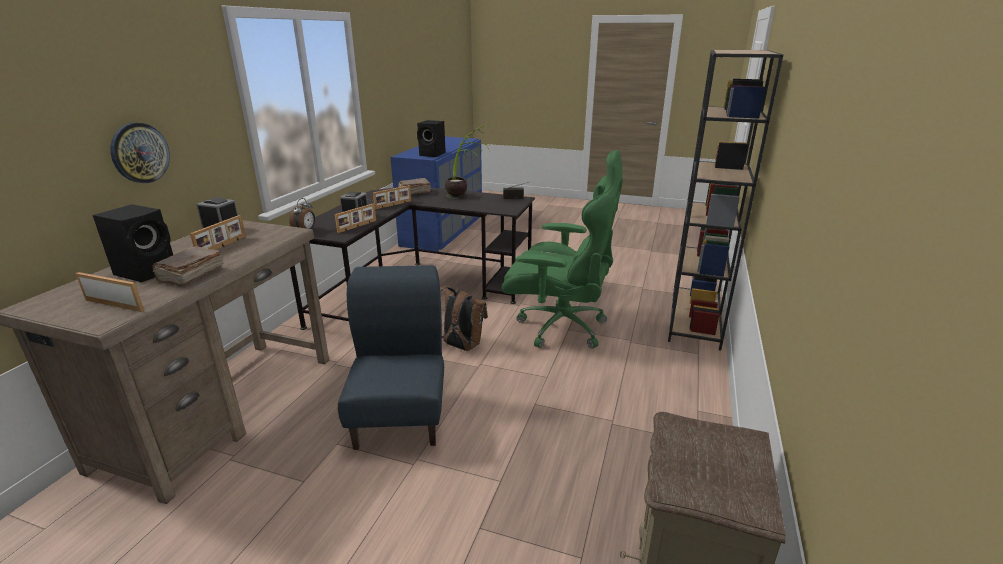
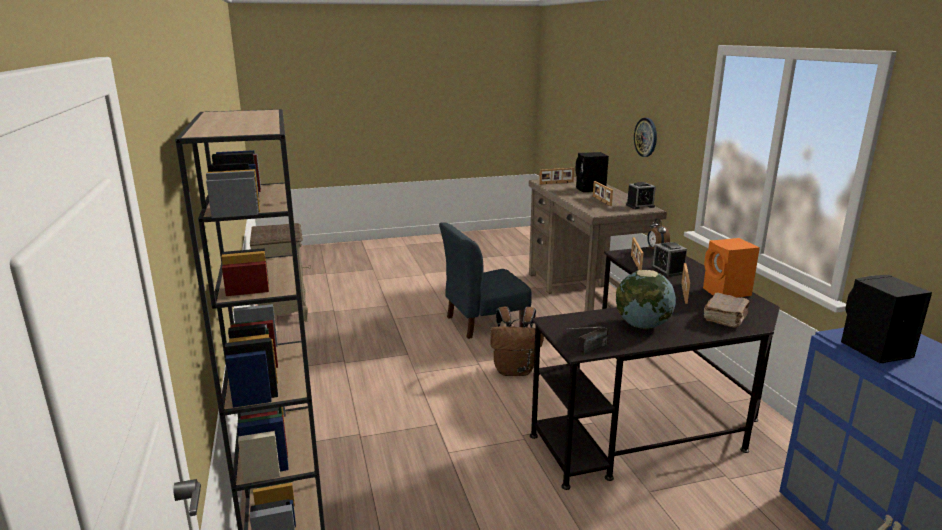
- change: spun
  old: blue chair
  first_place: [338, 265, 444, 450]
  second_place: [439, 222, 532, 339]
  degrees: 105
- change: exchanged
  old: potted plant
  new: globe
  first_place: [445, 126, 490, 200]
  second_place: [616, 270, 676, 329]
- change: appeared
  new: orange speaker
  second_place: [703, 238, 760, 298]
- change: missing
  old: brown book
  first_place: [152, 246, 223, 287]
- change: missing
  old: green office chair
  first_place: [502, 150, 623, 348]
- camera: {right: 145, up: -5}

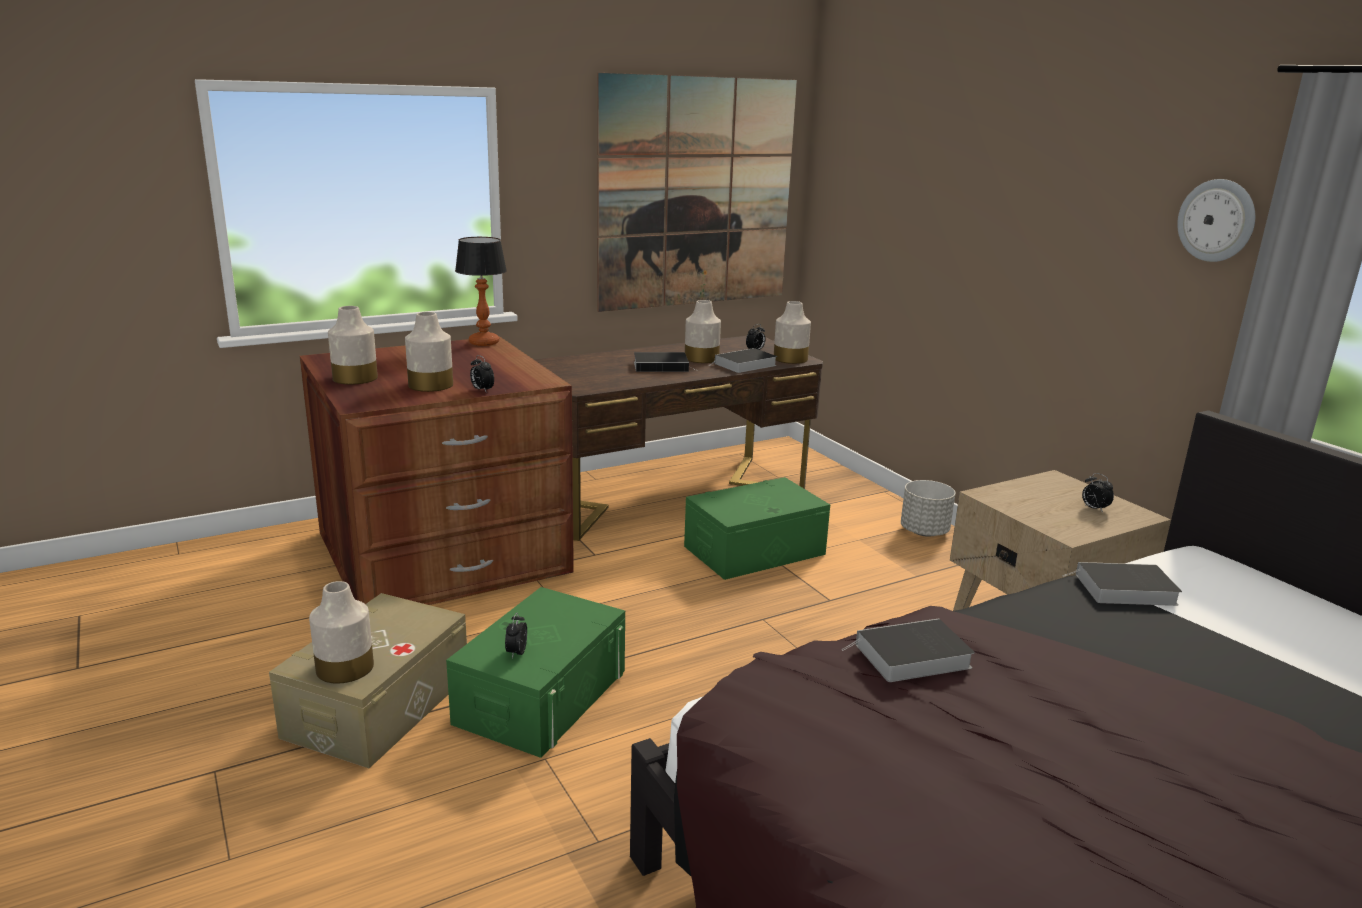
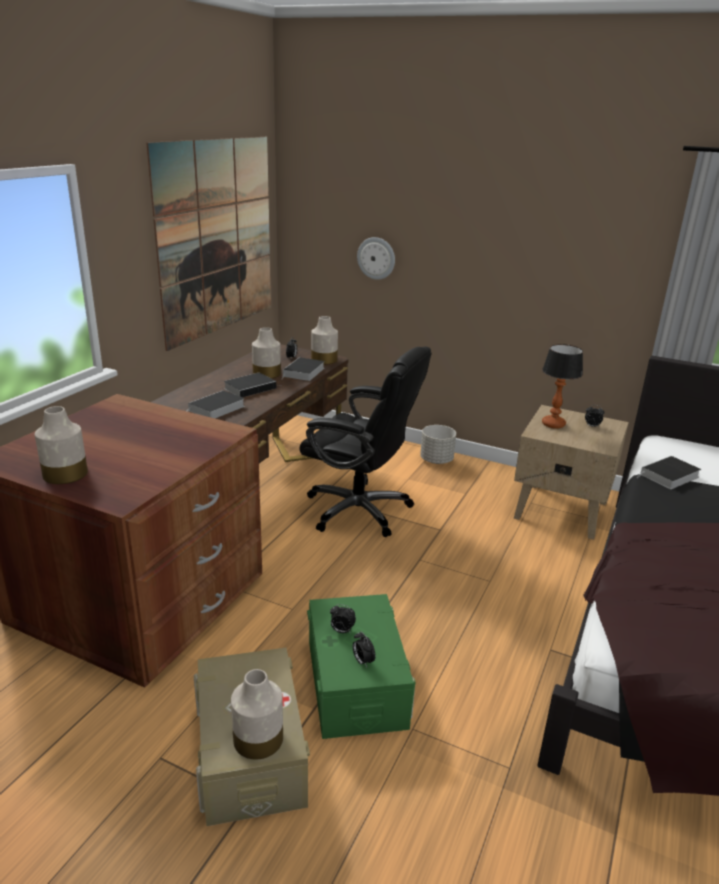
- change: relocated
  old: book
  first_place: [841, 618, 975, 682]
  second_place: [188, 390, 245, 418]
- change: exchanged
  old: green storage box
  new: black office chair
  first_place: [684, 477, 830, 580]
  second_place: [300, 346, 432, 537]
- change: relocated
  old: alarm clock
  first_place: [470, 355, 494, 392]
  second_place: [330, 604, 356, 633]
- change: relocated
  old: wall clock
  first_place: [1177, 179, 1255, 262]
  second_place: [357, 237, 395, 280]
- change: relocated
  old: table lamp
  first_place: [455, 237, 507, 346]
  second_place: [542, 344, 583, 429]
- change: missing
  old: beige vase
  first_place: [405, 312, 453, 392]
- camera: {right: -35, up: 5}

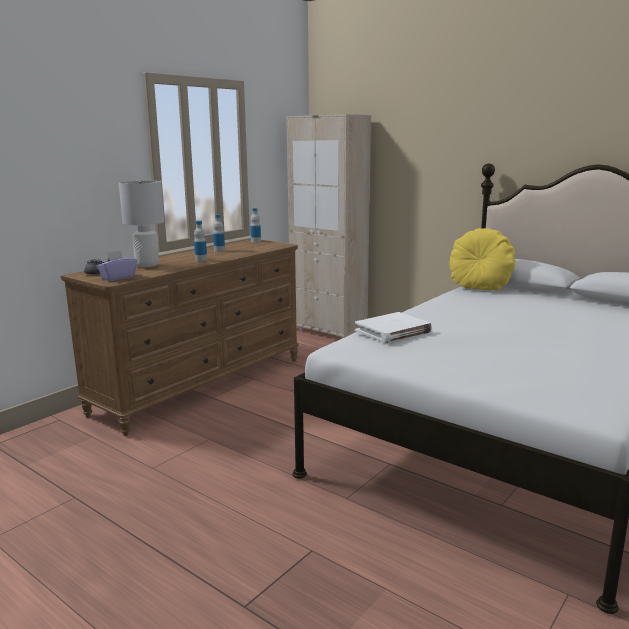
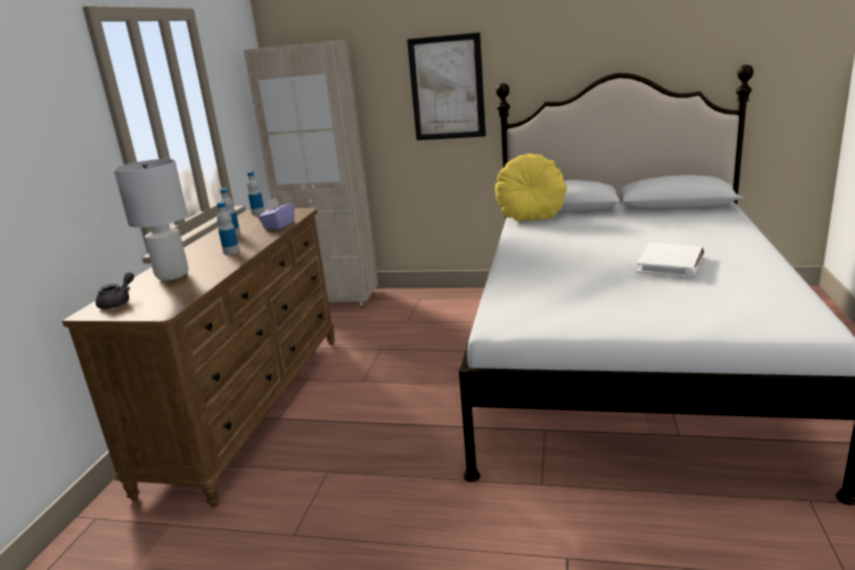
- change: relocated
  old: purple tissue box
  first_place: [97, 250, 137, 281]
  second_place: [258, 197, 295, 230]
- change: appeared
  new: picture
  second_place: [407, 32, 486, 140]
- change: relocated
  old: white book
  first_place: [355, 312, 432, 343]
  second_place: [637, 243, 704, 278]
- camera: {right: -25, up: 5}

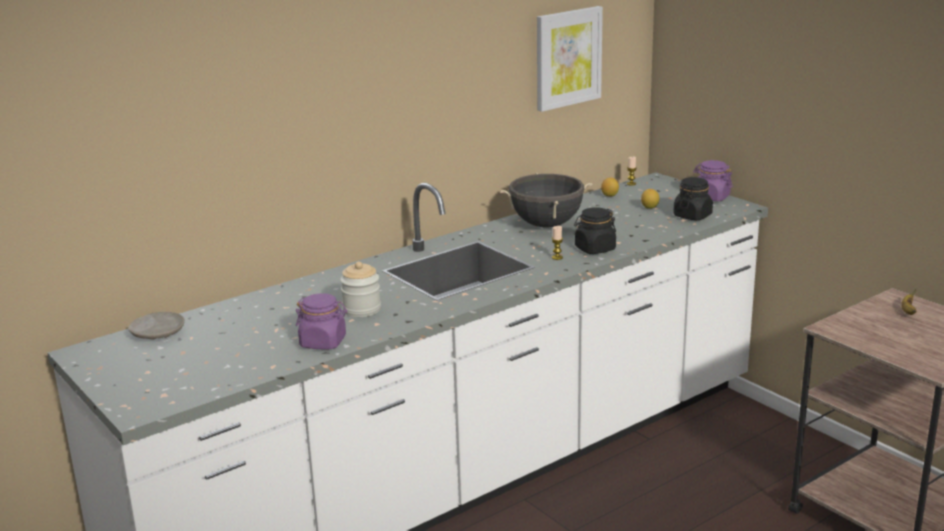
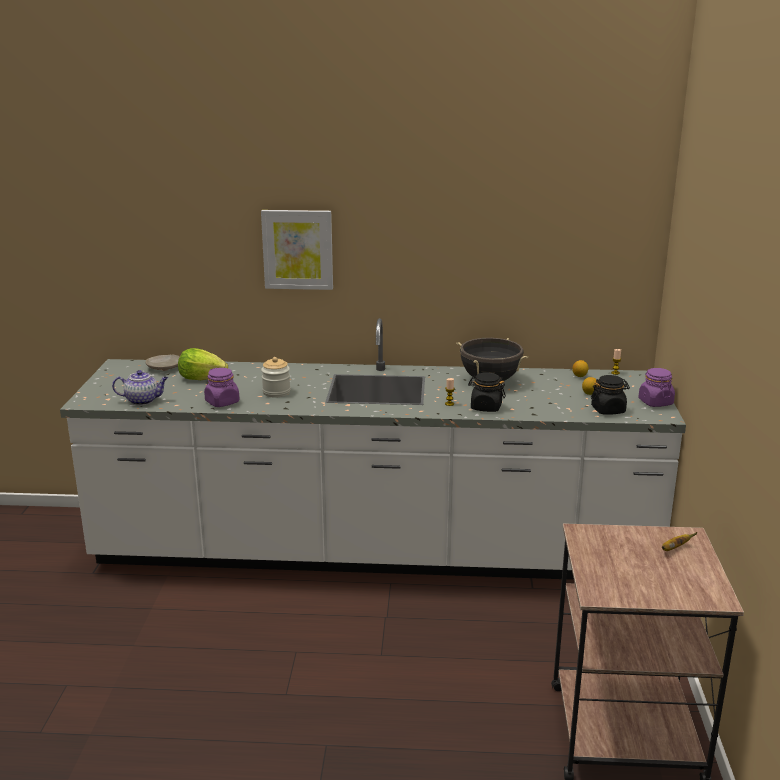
- change: appeared
  new: teapot
  second_place: [112, 370, 168, 405]
- change: appeared
  new: lettuce
  second_place: [178, 348, 228, 380]
- change: relocated
  old: picture
  first_place: [537, 6, 603, 112]
  second_place: [261, 210, 333, 290]
- camera: {right: 40, up: 0}

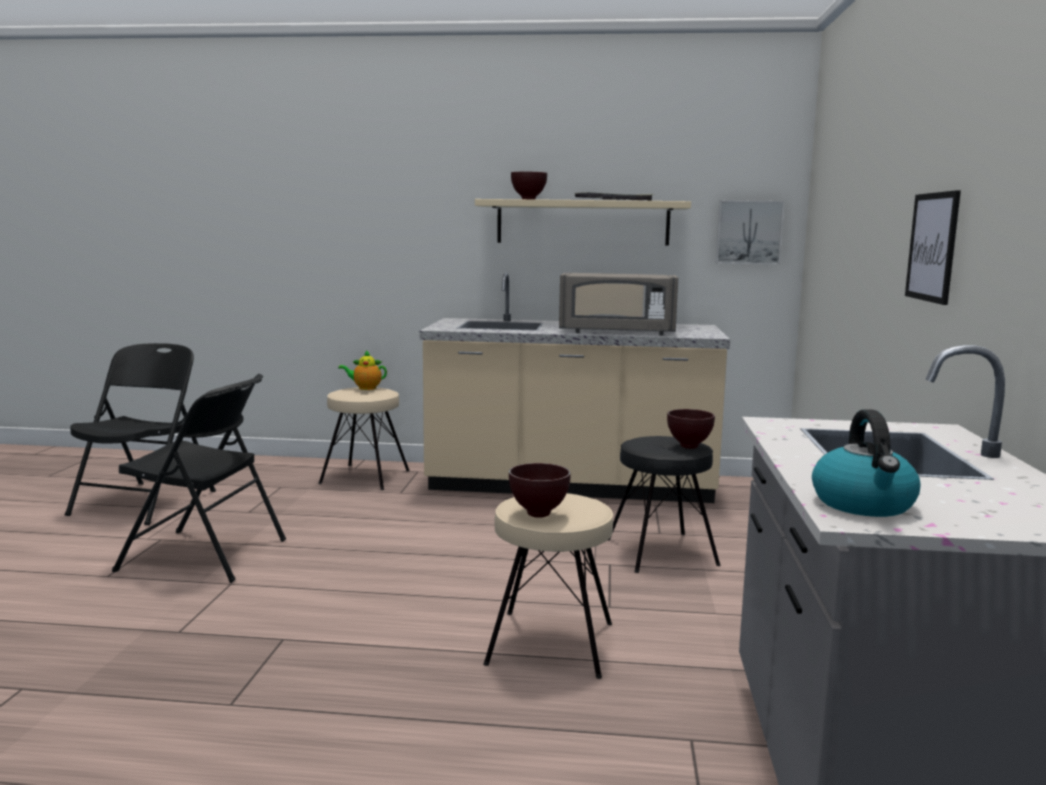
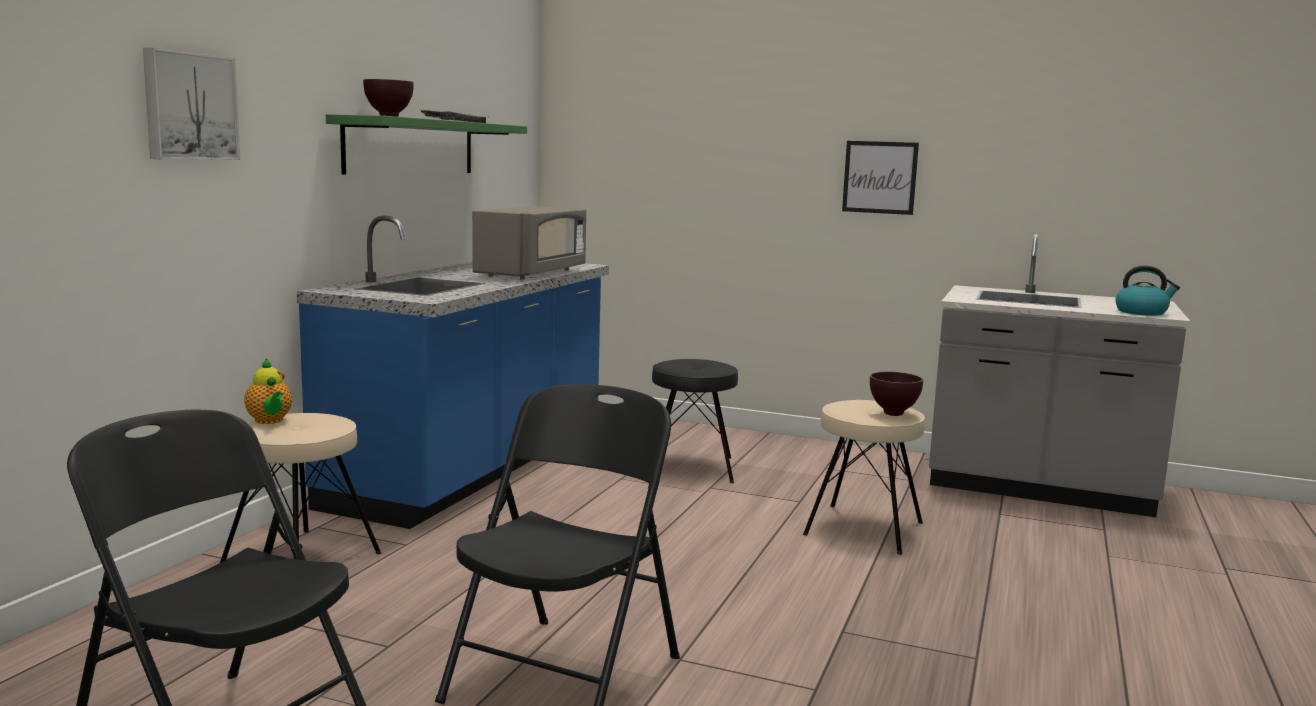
- change: relocated
  old: picture
  first_place: [716, 200, 784, 265]
  second_place: [143, 48, 240, 160]
- change: spun
  old: teapot
  first_place: [338, 350, 387, 390]
  second_place: [244, 358, 292, 424]
  degrees: -45
- change: colour
  old: beige counter
  new: blue counter
  first_place: [420, 272, 730, 503]
  second_place: [297, 215, 609, 529]
- change: colour
  old: beige shelf
  new: green shelf
  first_place: [475, 199, 691, 245]
  second_place: [326, 114, 527, 175]
- change: missing
  old: brown bowl
  first_place: [667, 409, 715, 449]
- camera: {right: -75, up: 0}

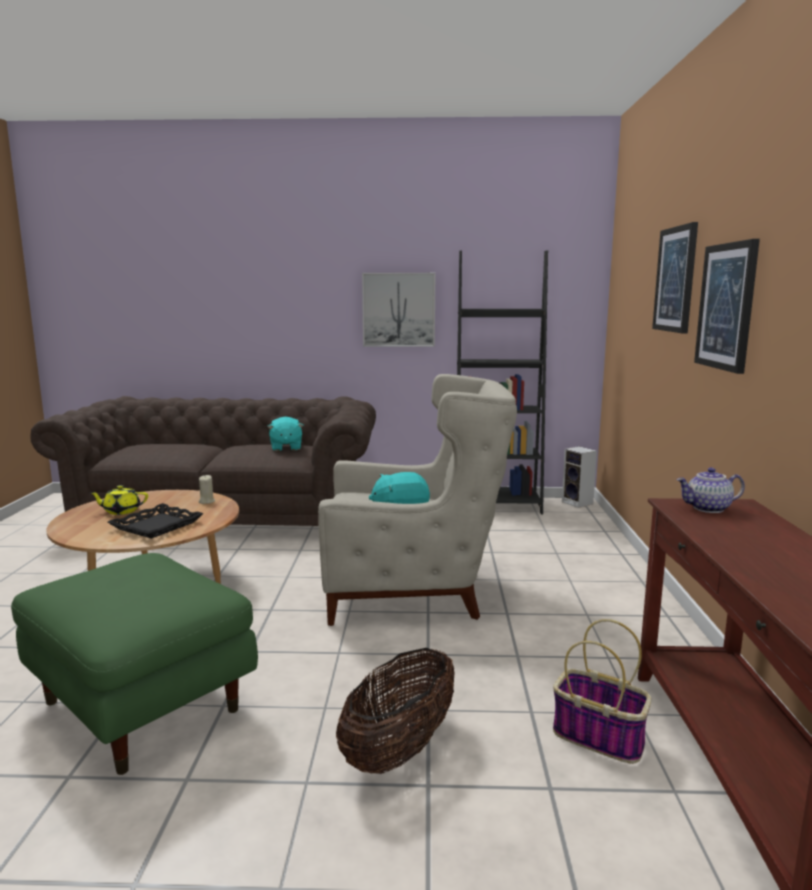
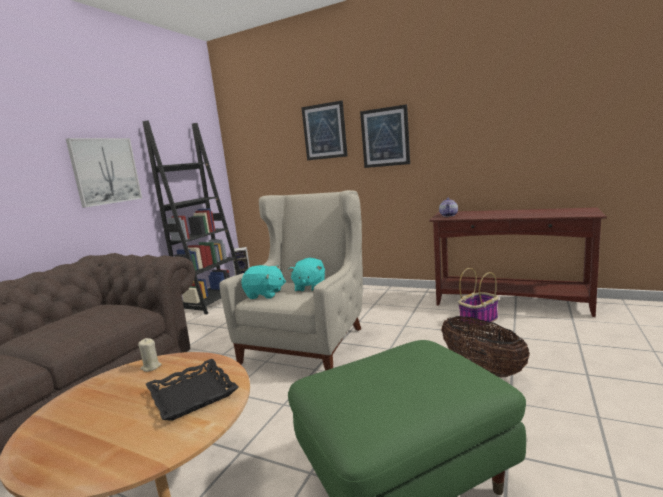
- change: relocated
  old: turquoise plush toy
  first_place: [267, 417, 304, 451]
  second_place: [241, 265, 286, 299]
- change: missing
  old: yellow teapot
  first_place: [90, 485, 148, 515]
- camera: {right: -65, up: 0}

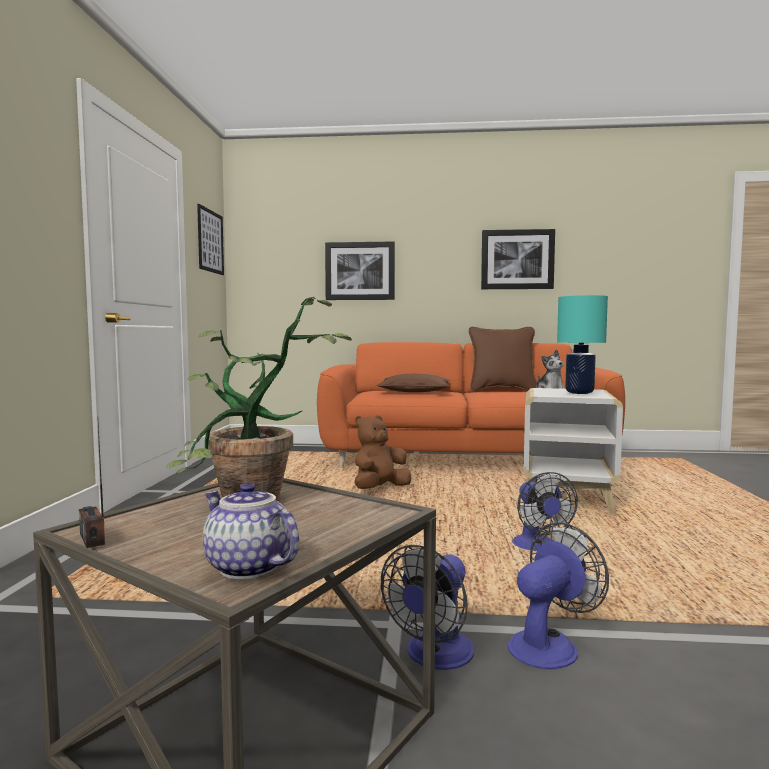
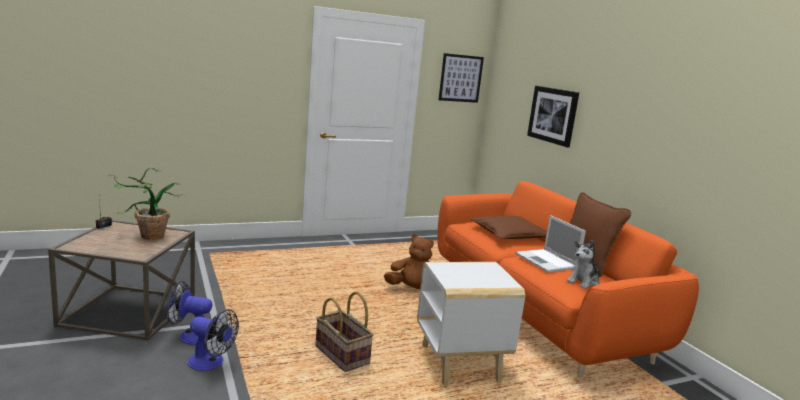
- change: exchanged
  old: fan
  new: basket
  first_place: [512, 472, 578, 551]
  second_place: [315, 292, 374, 372]
- change: appeared
  new: laptop
  second_place: [516, 215, 586, 272]
- change: missing
  old: teapot
  first_place: [203, 482, 299, 579]
- change: missing
  old: picture
  first_place: [481, 229, 555, 289]
- change: missing
  old: turquoise table lamp
  first_place: [557, 295, 608, 394]
- camera: {right: 60, up: 10}

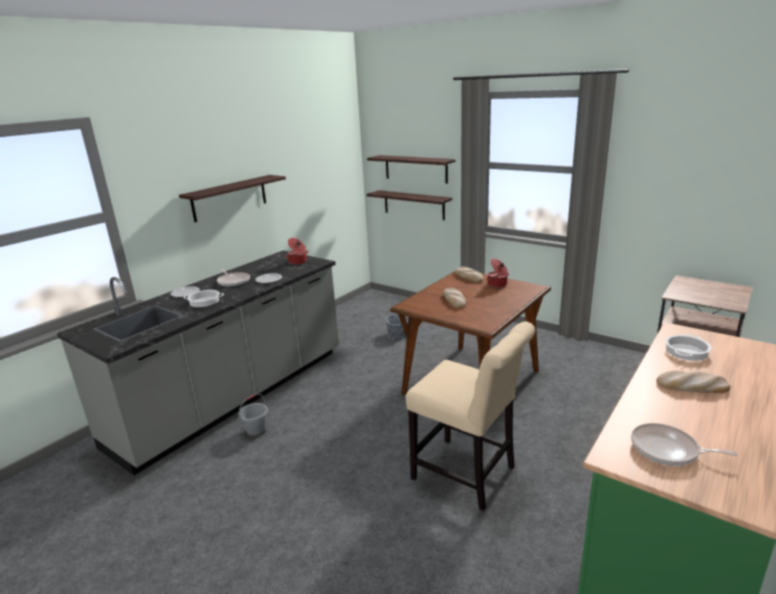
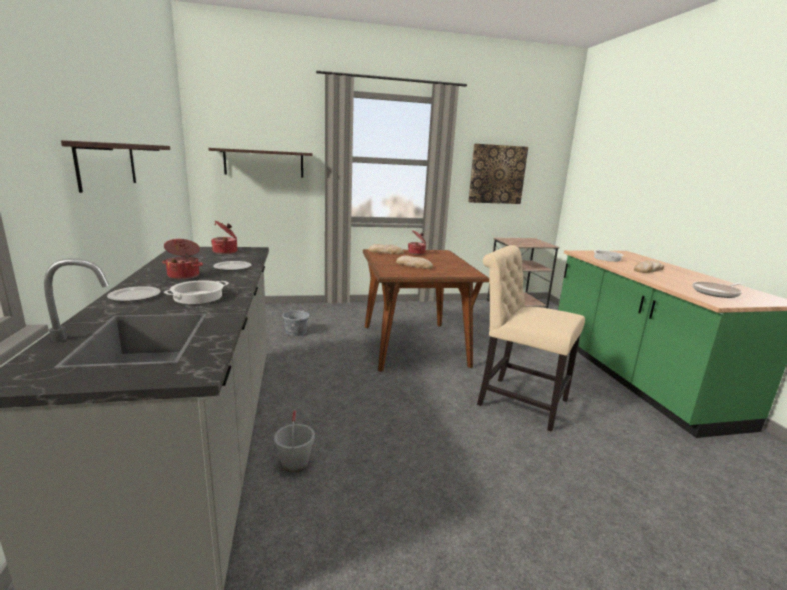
- change: exchanged
  old: frying pan
  new: cooking pot
  first_place: [217, 269, 250, 287]
  second_place: [162, 239, 203, 279]
- change: appeared
  new: picture
  second_place: [468, 144, 528, 204]
- change: spun
  old: beige chair
  first_place: [406, 322, 535, 511]
  second_place: [477, 245, 585, 432]
  degrees: -135
- change: missing
  old: shelf
  first_place: [366, 190, 452, 220]
- camera: {right: -50, up: -5}

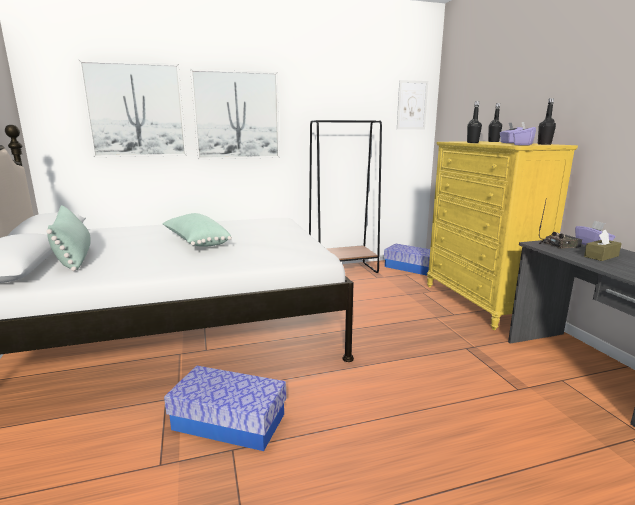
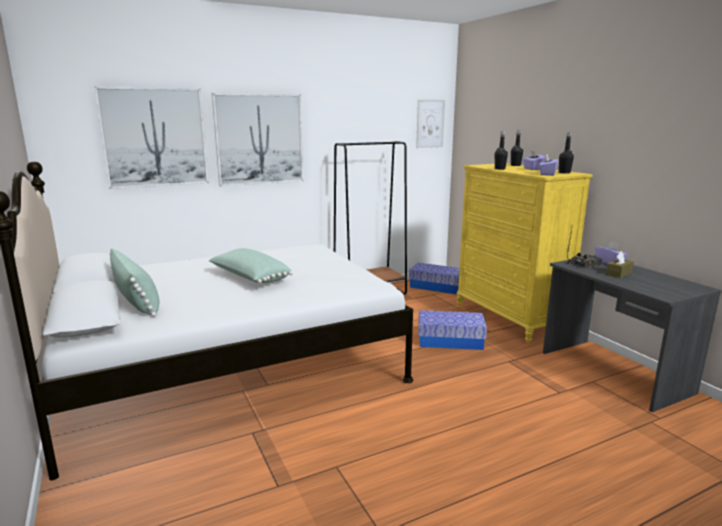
- change: relocated
  old: storage box
  first_place: [164, 365, 286, 451]
  second_place: [419, 310, 487, 350]
- camera: {right: -10, up: 0}

